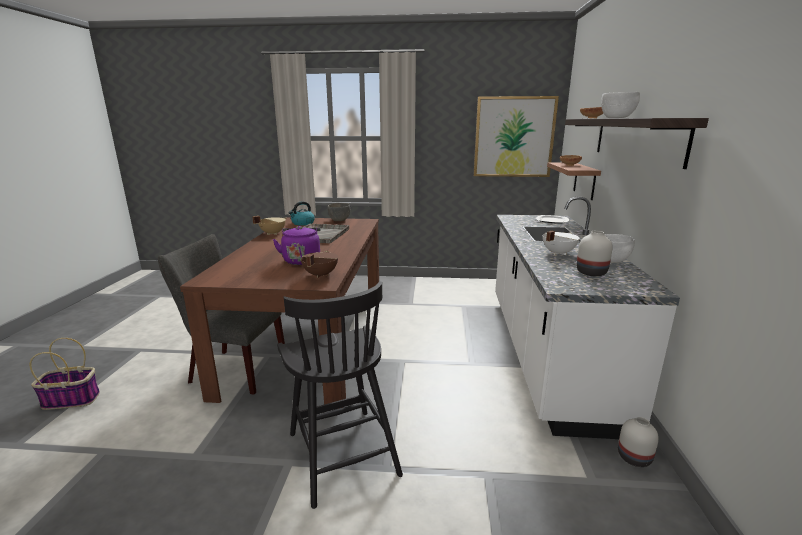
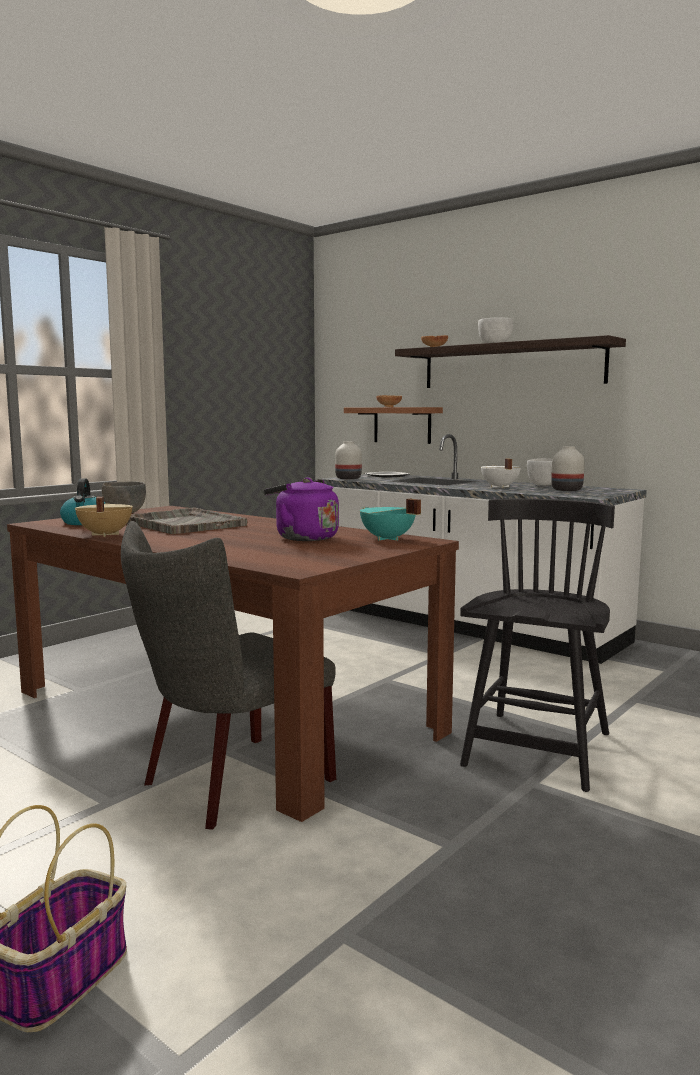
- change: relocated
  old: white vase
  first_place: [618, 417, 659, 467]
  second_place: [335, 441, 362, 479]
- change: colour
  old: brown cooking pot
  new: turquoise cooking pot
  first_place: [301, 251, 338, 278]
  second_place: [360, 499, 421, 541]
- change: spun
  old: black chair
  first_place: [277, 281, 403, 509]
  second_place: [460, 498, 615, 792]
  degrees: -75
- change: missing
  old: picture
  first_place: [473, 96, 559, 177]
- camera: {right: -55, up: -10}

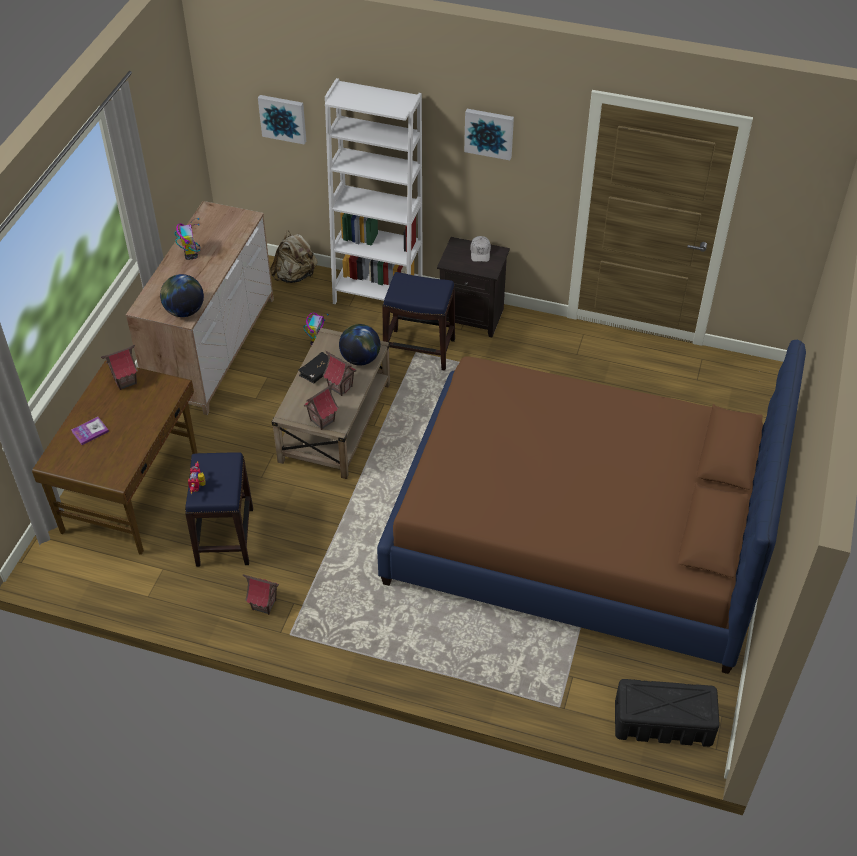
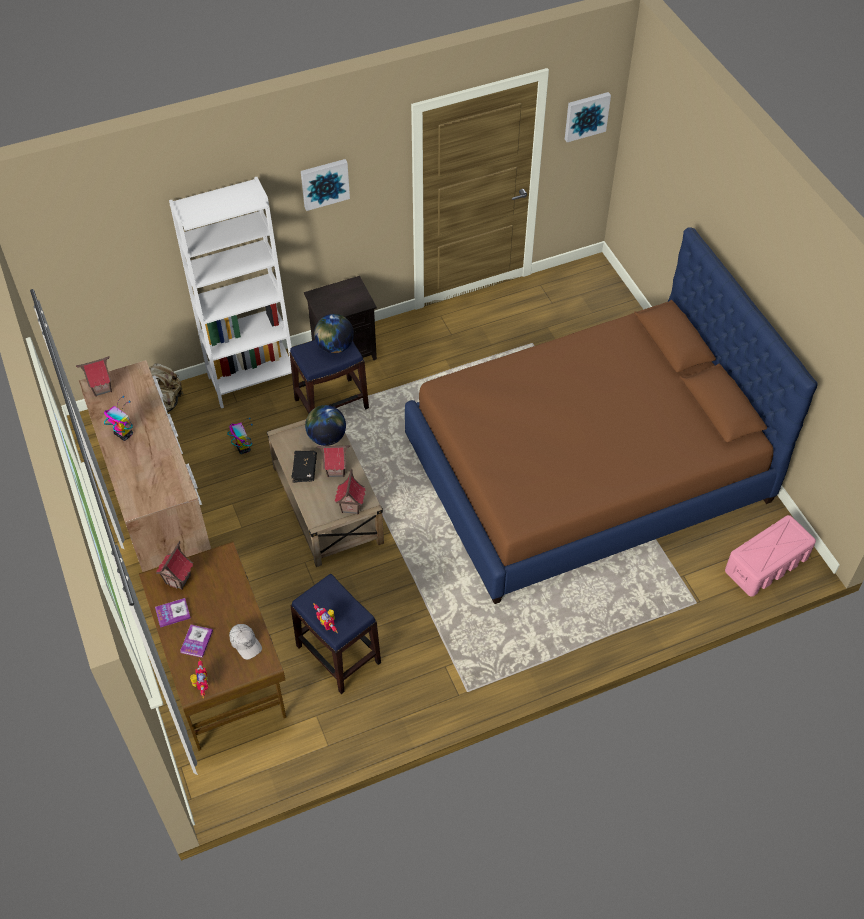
- change: relocated
  old: toy house
  first_place: [243, 574, 279, 615]
  second_place: [76, 356, 112, 397]
- change: appeared
  new: book
  second_place: [155, 598, 191, 628]
- change: appeared
  new: toy robot
  second_place: [190, 658, 208, 698]
- change: relocated
  old: white cap
  first_place: [470, 236, 491, 262]
  second_place: [229, 624, 262, 660]
- change: relocated
  old: globe
  first_place: [160, 274, 204, 317]
  second_place: [314, 314, 354, 354]
- change: relocated
  old: picture
  first_place: [258, 95, 306, 145]
  second_place: [565, 92, 611, 142]
- change: colour
  old: black storage box
  new: pink storage box
  first_place: [615, 679, 720, 747]
  second_place: [725, 515, 816, 597]
- camera: {right: -40, up: 5}

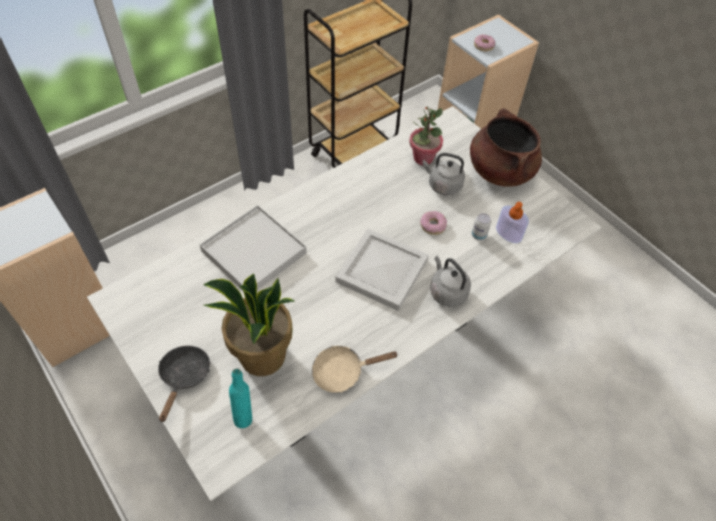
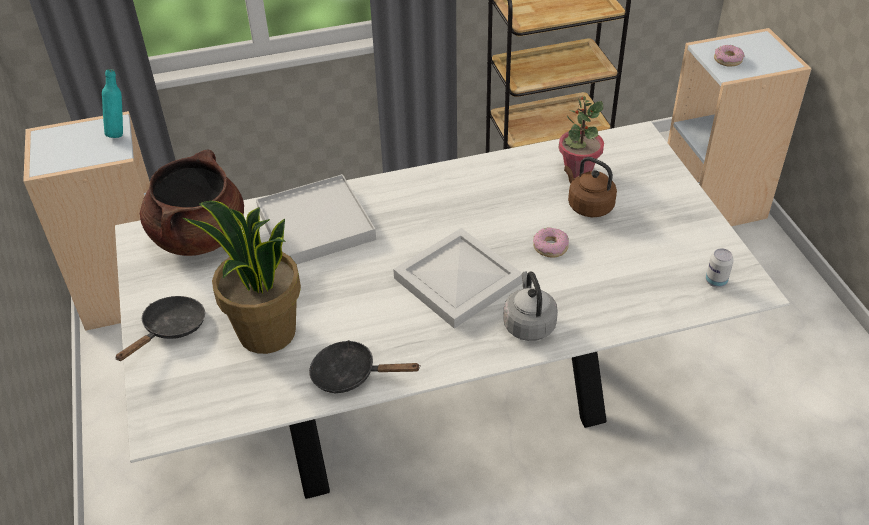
- change: relocated
  old: turquoise bottle
  first_place: [229, 368, 252, 428]
  second_place: [102, 69, 123, 138]
- change: relocated
  old: brown cooking pot
  first_place: [470, 108, 542, 187]
  second_place: [140, 150, 244, 256]
- change: colour
  old: beige frying pan
  new: black frying pan
  first_place: [312, 346, 398, 393]
  second_place: [309, 340, 421, 394]
- change: colour
  old: grey kettle
  new: brown kettle
  first_place: [423, 153, 465, 196]
  second_place: [564, 157, 617, 217]
- change: relocated
  old: can
  first_place: [472, 213, 491, 240]
  second_place: [705, 248, 734, 288]
- change: missing
  old: soap dispenser
  first_place: [496, 202, 529, 243]
- camera: {right: 25, up: -10}

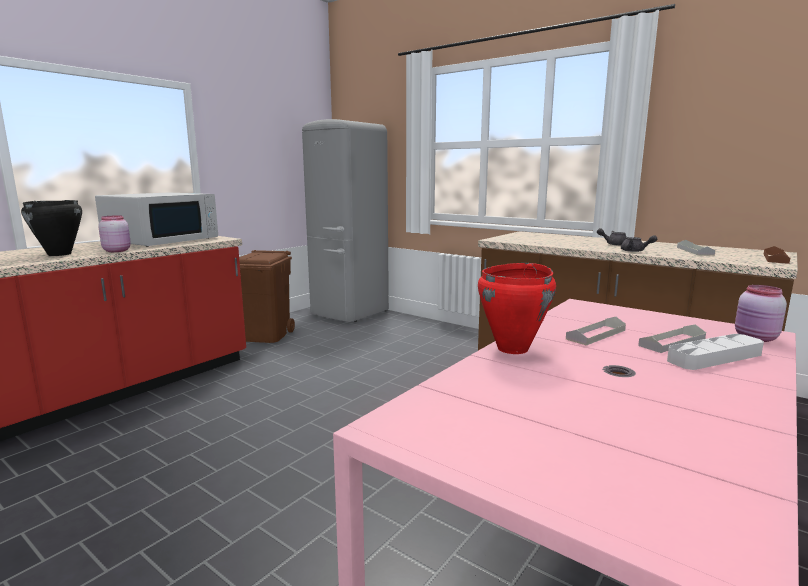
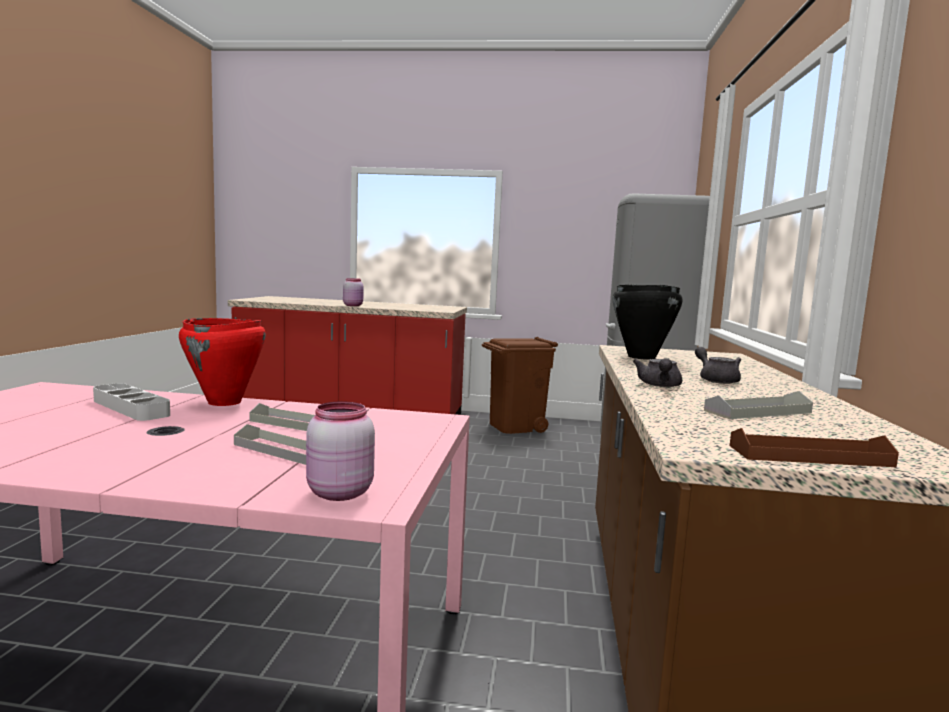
- change: relocated
  old: grey tray
  first_place: [667, 334, 764, 370]
  second_place: [93, 383, 170, 421]
- change: relocated
  old: black cooking pot
  first_place: [21, 200, 82, 256]
  second_place: [613, 284, 682, 360]
- change: missing
  old: white microwave
  first_place: [95, 192, 218, 247]
- camera: {right: 60, up: -5}

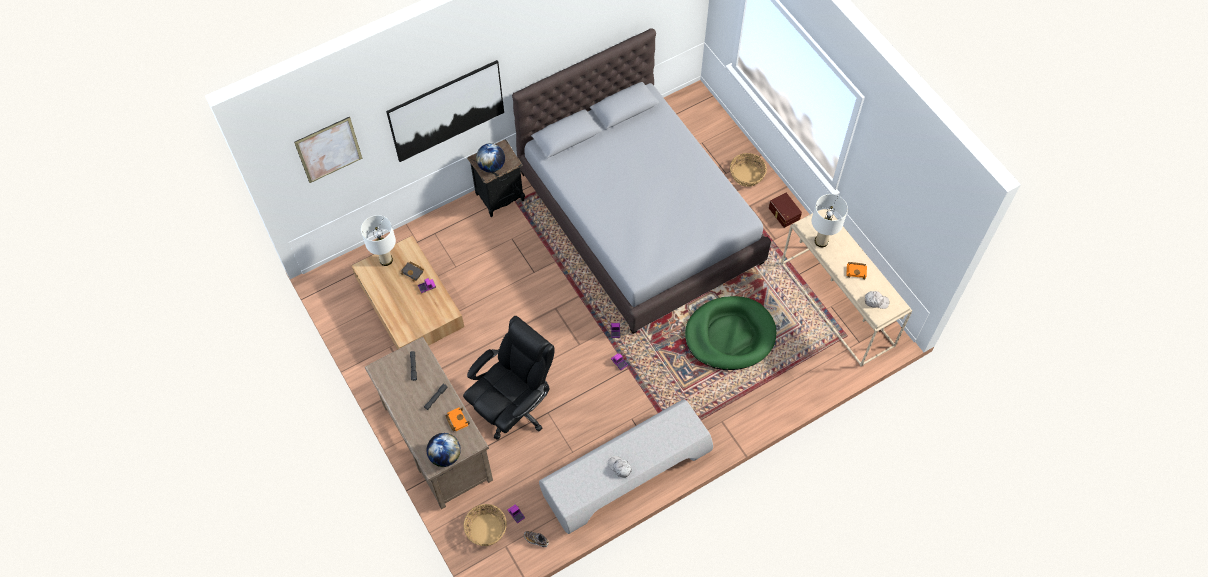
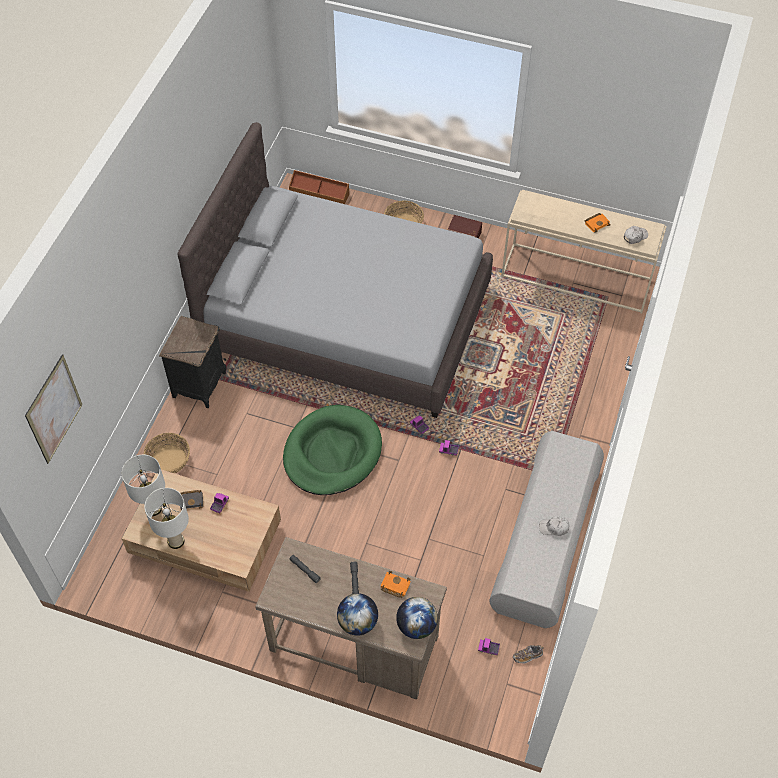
- change: relocated
  old: basket
  first_place: [464, 504, 507, 546]
  second_place: [144, 433, 190, 473]
- change: relocated
  old: white table lamp
  first_place: [812, 194, 848, 247]
  second_place: [144, 488, 189, 549]
- change: relocated
  old: green dog bed
  first_place: [685, 296, 776, 370]
  second_place: [283, 405, 382, 495]
- change: appeared
  new: brown storage box
  second_place: [289, 170, 349, 204]
- change: relocated
  old: globe
  first_place: [476, 143, 505, 173]
  second_place: [337, 593, 378, 636]
- change: missing
  old: picture
  first_place: [386, 60, 504, 162]
- change: missing
  old: black office chair
  first_place: [463, 316, 555, 440]
- camera: {right: -40, up: -5}

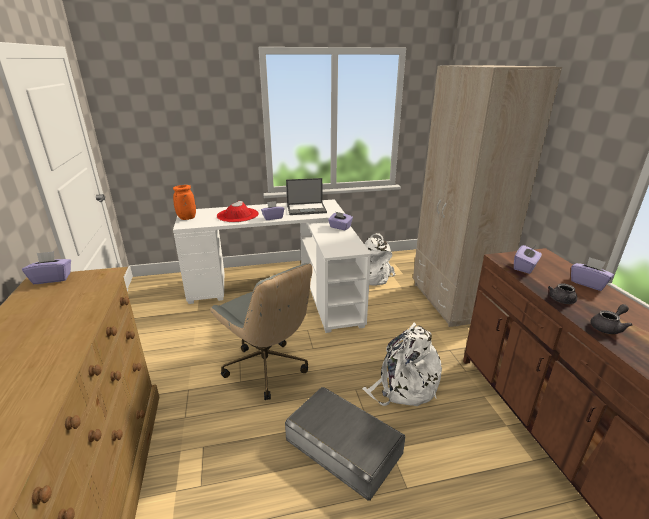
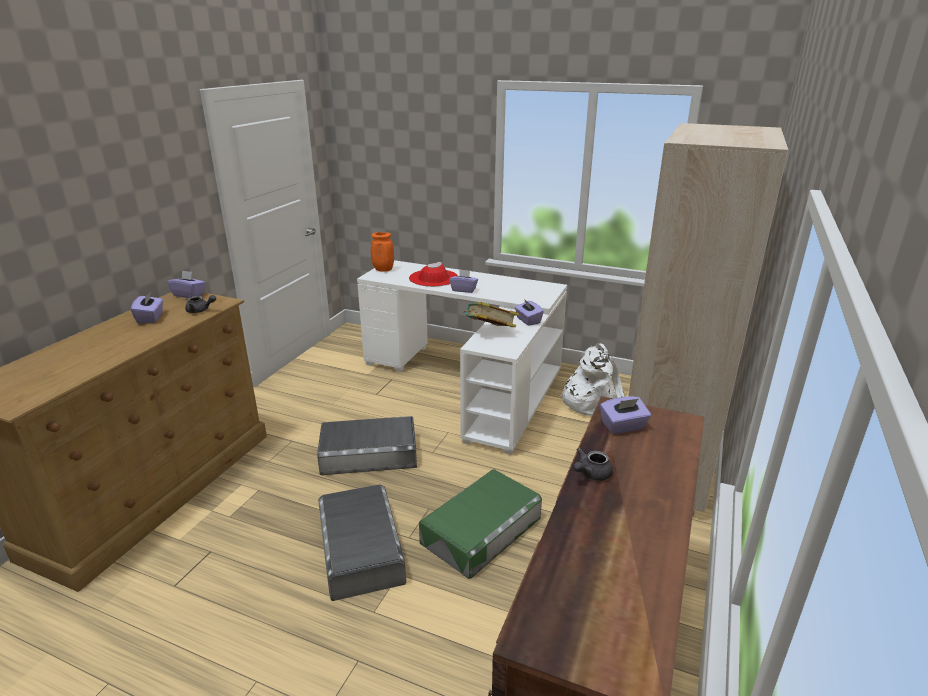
- change: relocated
  old: purple tissue box
  first_place: [571, 257, 614, 291]
  second_place: [131, 292, 163, 324]
- change: relocated
  old: grey teapot
  first_place: [590, 304, 632, 334]
  second_place: [185, 295, 216, 313]
- change: exchanged
  old: grey office chair
  new: grey storage box
  first_place: [210, 263, 313, 400]
  second_place: [317, 416, 417, 475]
- change: exchanged
  old: white backpack
  new: green storage box
  first_place: [362, 322, 442, 406]
  second_place: [419, 469, 542, 579]
- change: appeared
  new: book
  second_place: [464, 302, 519, 327]
- change: missing
  old: laptop
  first_place: [286, 178, 327, 215]
- camera: {right: 35, up: 0}

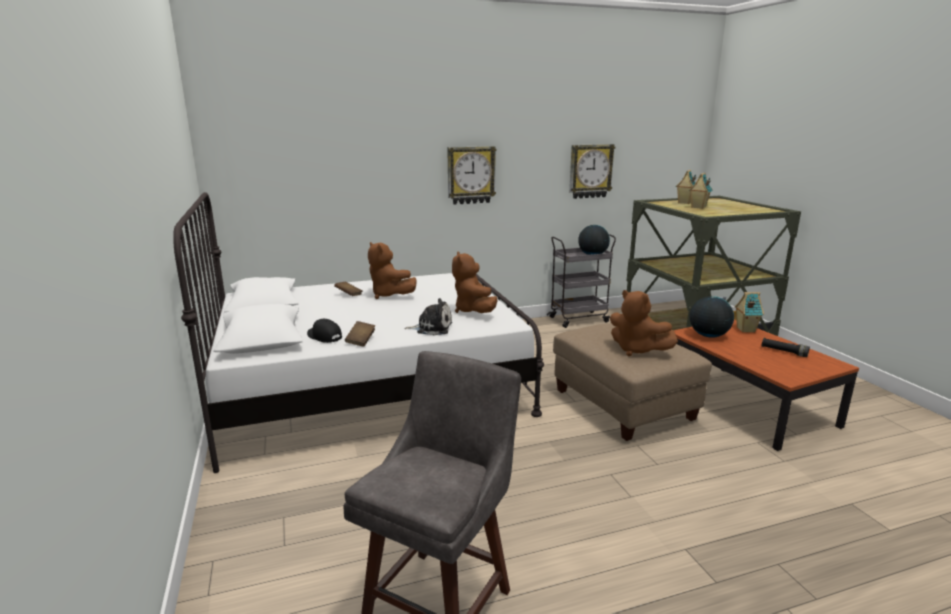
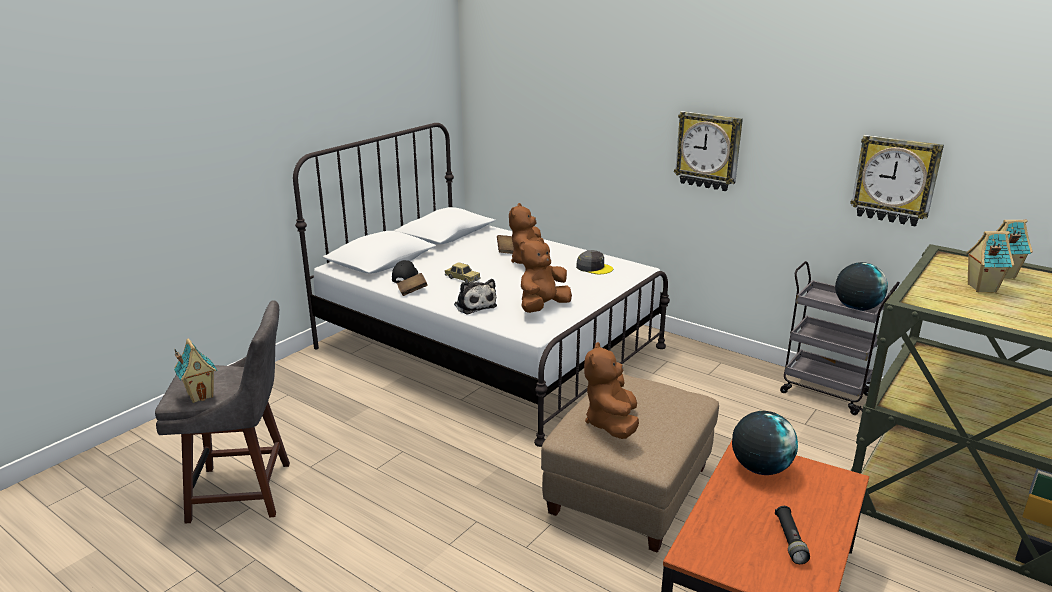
- change: relocated
  old: toy house
  first_place: [735, 292, 764, 333]
  second_place: [174, 338, 217, 403]
- change: appeared
  new: toy car
  second_place: [445, 262, 480, 283]
- change: appeared
  new: grey cap
  second_place: [576, 250, 613, 274]
- camera: {right: 55, up: 5}

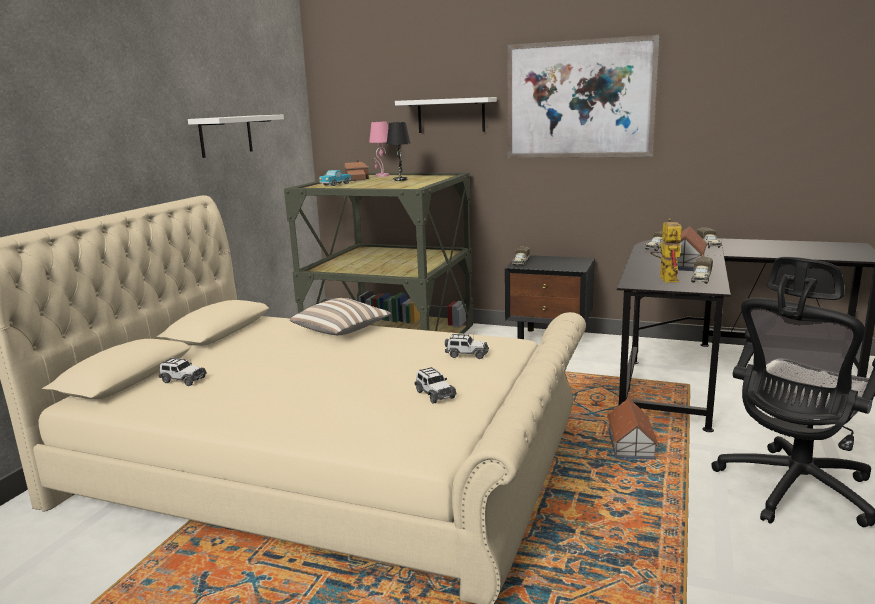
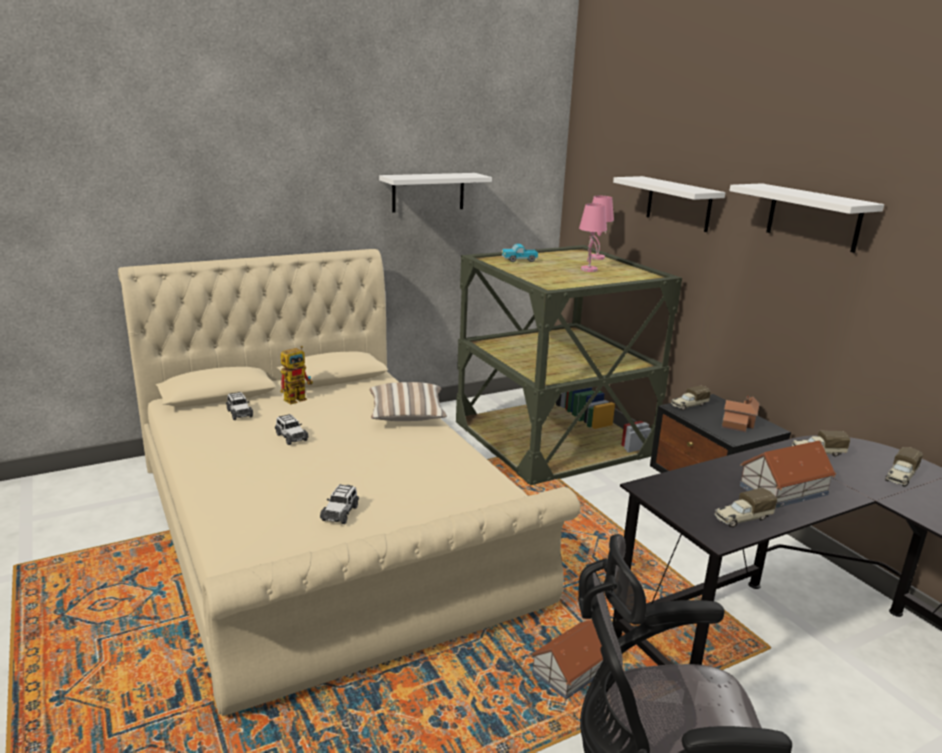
- change: relocated
  old: toy car
  first_place: [445, 334, 489, 359]
  second_place: [275, 414, 309, 445]
- change: relocated
  old: toy robot
  first_place: [650, 218, 682, 282]
  second_place: [280, 346, 313, 404]
- change: colour
  old: black table lamp
  new: pink table lamp
  first_place: [387, 122, 410, 181]
  second_place: [579, 203, 607, 272]
- change: relocated
  old: toy house
  first_place: [344, 158, 369, 181]
  second_place: [721, 395, 760, 432]
- change: exchanged
  old: picture
  new: white shelf
  first_place: [507, 35, 660, 158]
  second_place: [729, 183, 884, 253]
- camera: {right: 40, up: 5}

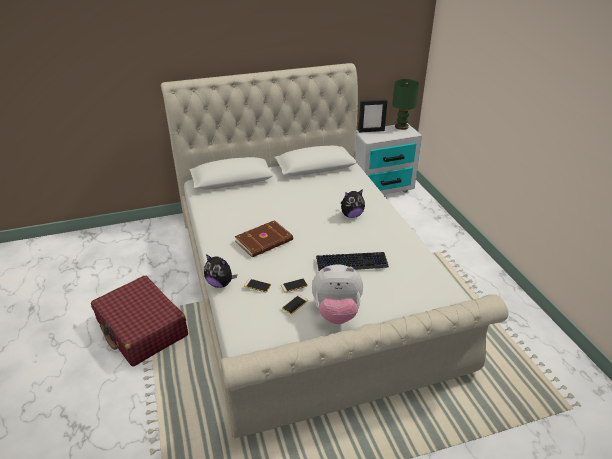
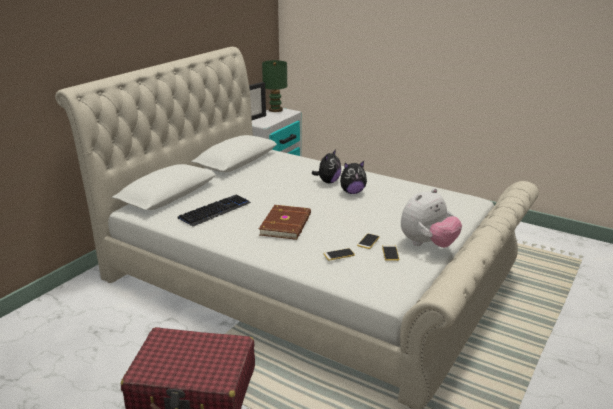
- change: relocated
  old: keyboard
  first_place: [316, 252, 389, 271]
  second_place: [178, 194, 251, 227]
- change: relocated
  old: plush toy
  first_place: [204, 254, 237, 288]
  second_place: [340, 161, 367, 194]
- camera: {right: -40, up: -10}

